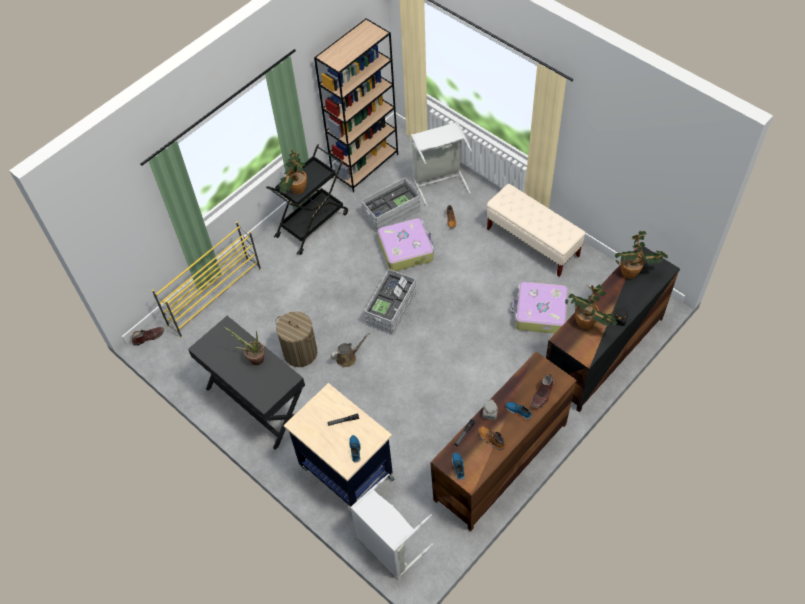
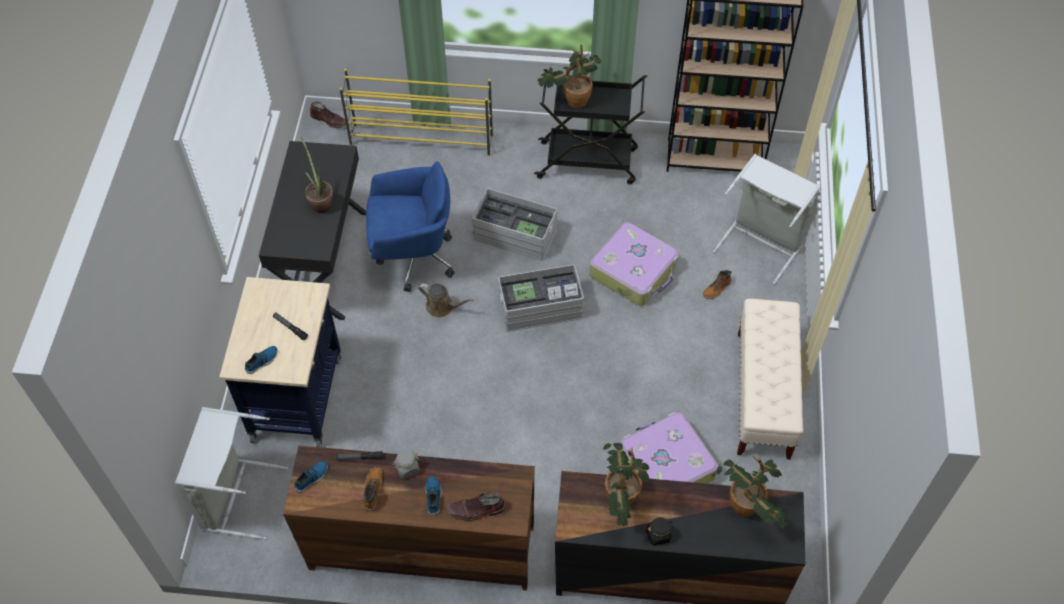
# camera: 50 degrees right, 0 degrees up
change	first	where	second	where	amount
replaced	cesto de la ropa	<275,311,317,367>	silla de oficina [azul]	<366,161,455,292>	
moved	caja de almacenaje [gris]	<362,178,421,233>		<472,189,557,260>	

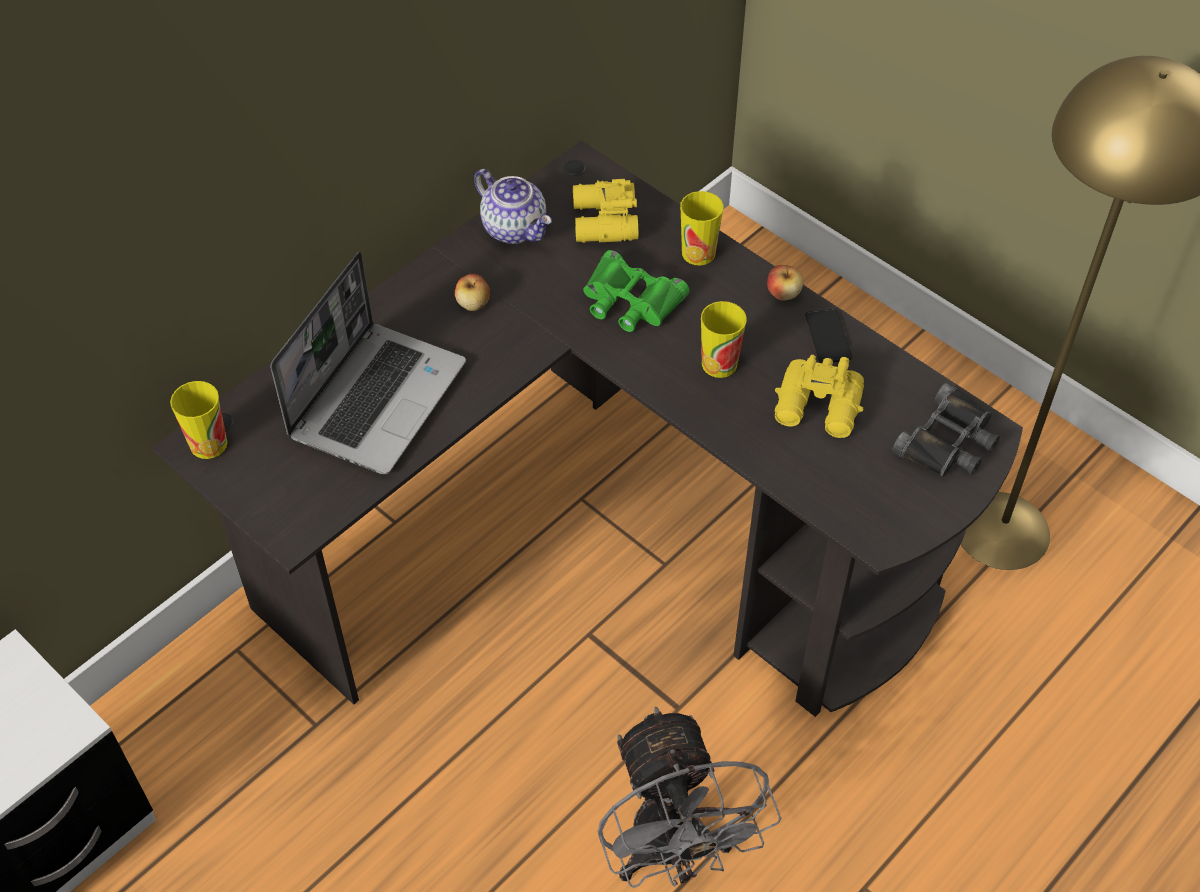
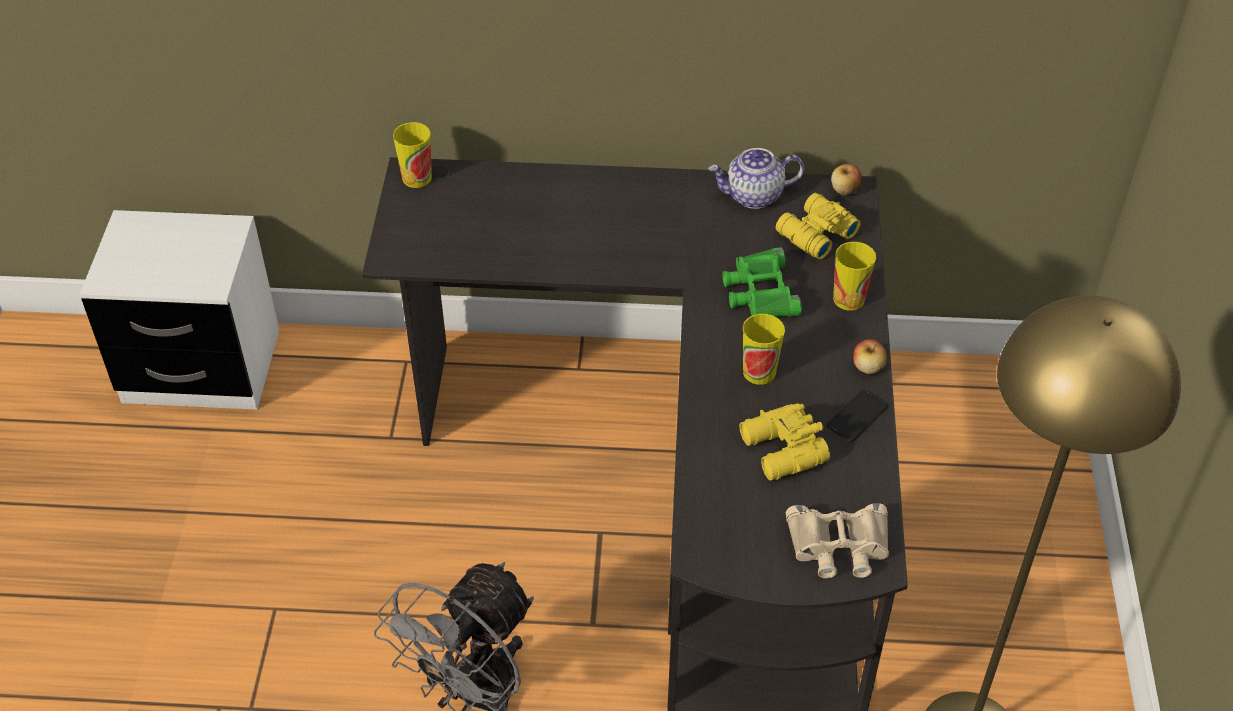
# camera: 50 degrees right, 5 degrees down
change	first	where	second	where	amount
removed	portátil	<271,252,466,474>			
moved	manzana	<455,274,490,311>		<831,164,862,195>	
turned	tetera	<474,169,551,244>		<708,148,804,209>	75 degrees clockwise
recoloured	prismáticos [negro]	<892,382,1000,477>	prismáticos [beis]	<786,503,889,578>	

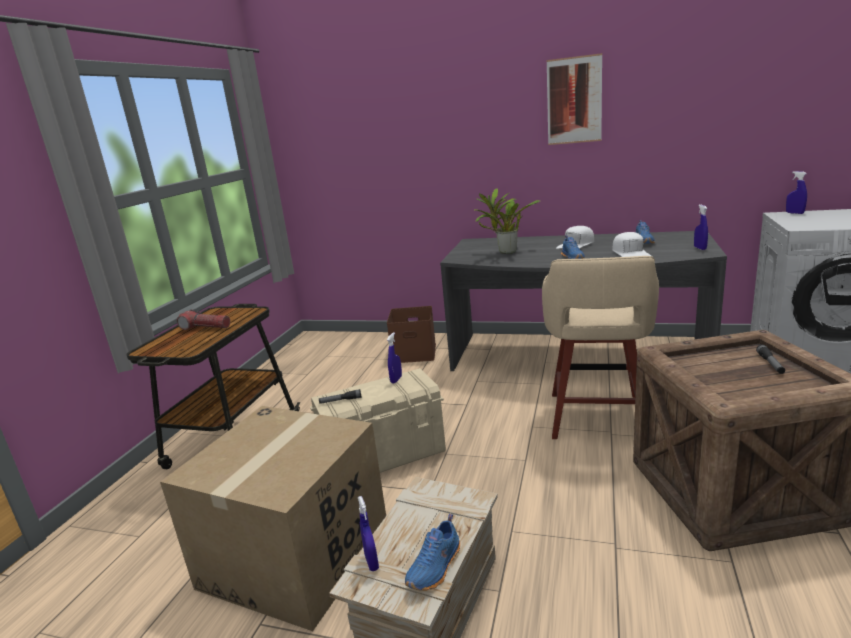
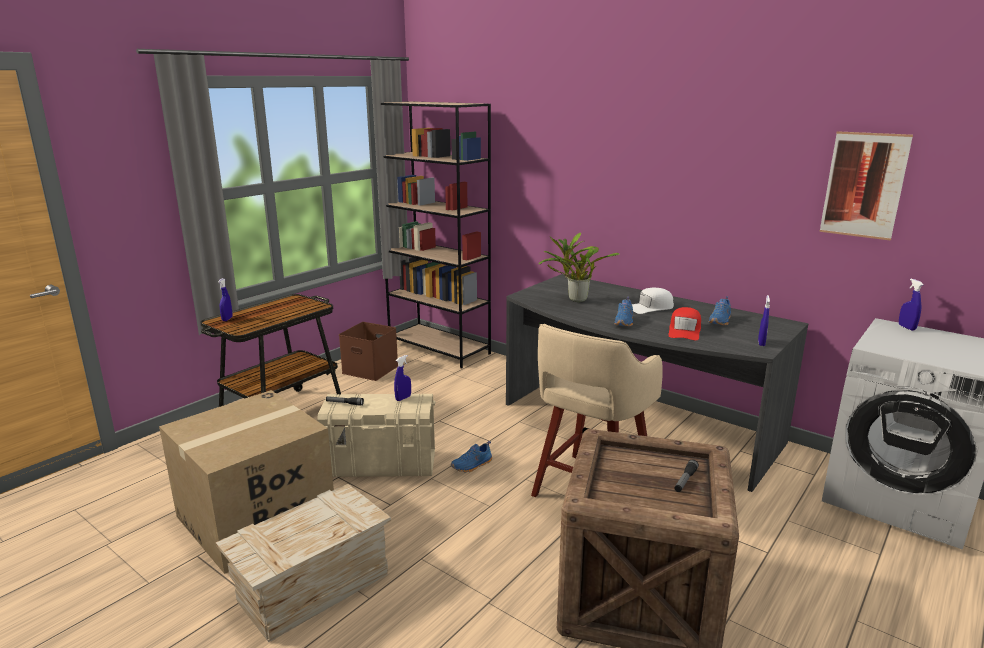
# camera: 20 degrees right, 0 degrees up
change	first	where	second	where	amount
removed	linterna	<177,309,230,330>			
moved	pulverizador [azul]	<358,496,379,571>		<218,278,233,321>	
moved	caja de almacenaje [marrón]	<387,306,436,363>		<339,322,398,381>	
moved	zapato [azul]	<405,514,460,591>		<451,441,492,472>	
moved	cuadro	<546,53,602,145>		<819,131,913,241>	
recoloured	gorra [blanco]	<612,232,651,257>	gorra [rojo]	<668,307,701,340>	
added			estantería [beis]	<381,101,491,369>	

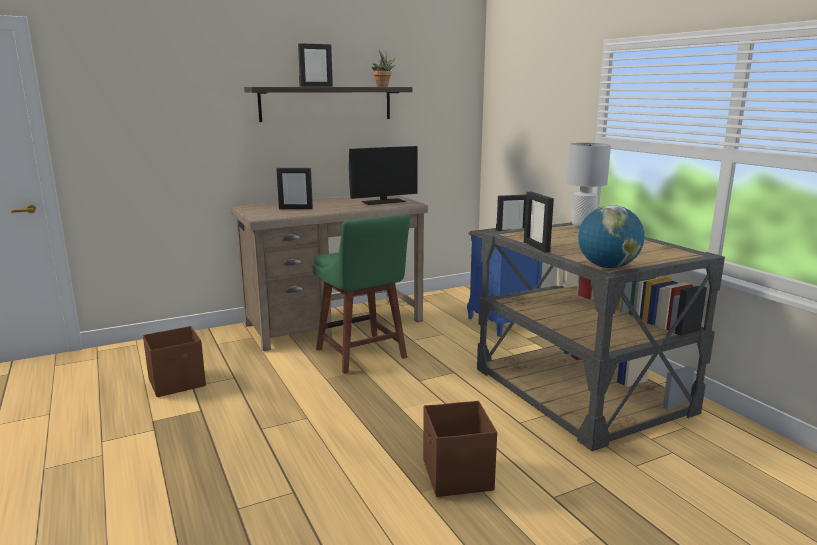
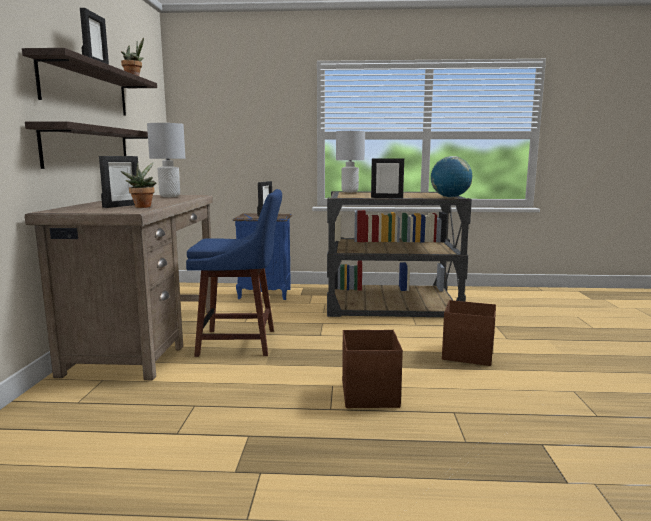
# camera: 60 degrees left, 5 degrees down
change	first	where	second	where	amount
moved	caja de almacenaje [marrón]	<143,326,206,397>		<342,330,403,408>	
recoloured	taburete [verde]	<313,214,410,374>	taburete [azul]	<186,189,282,357>	
replaced	monitor	<349,146,418,205>	lámpara de mesa [gris]	<147,123,185,197>	
added			estante	<25,121,148,169>	
added			planta en maceta	<121,162,156,208>	

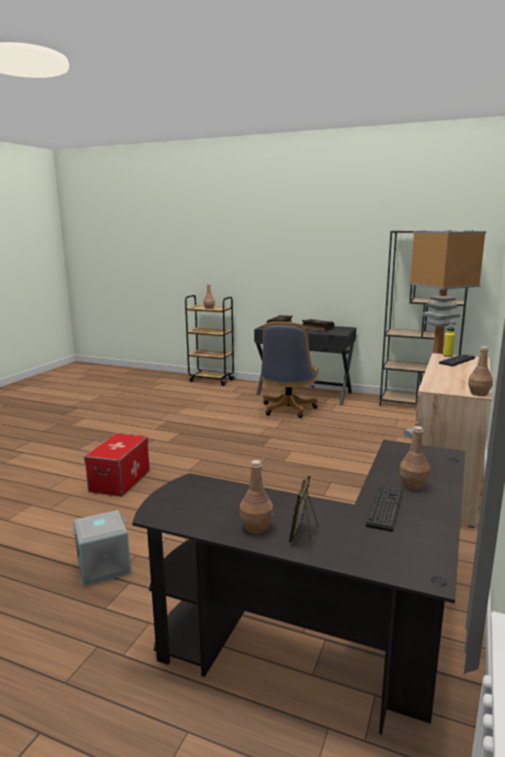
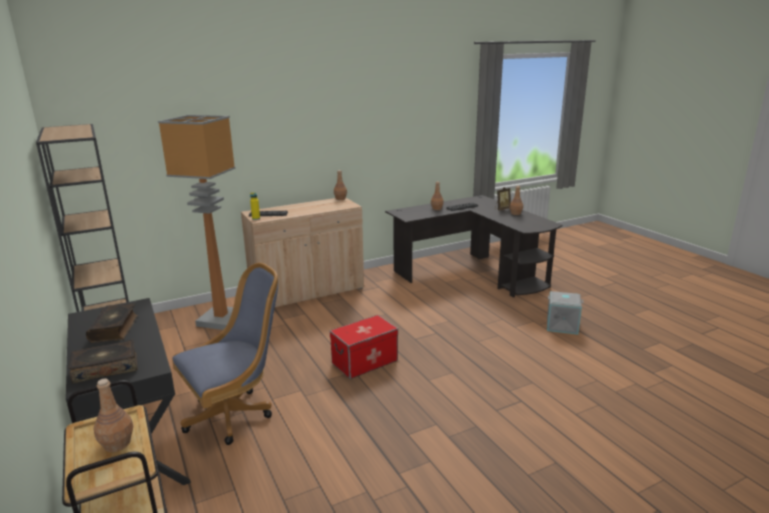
# camera: 140 degrees left, 5 degrees up
change	first	where	second	where	amount
moved	caja de almacenaje	<84,433,150,497>		<330,315,398,379>	

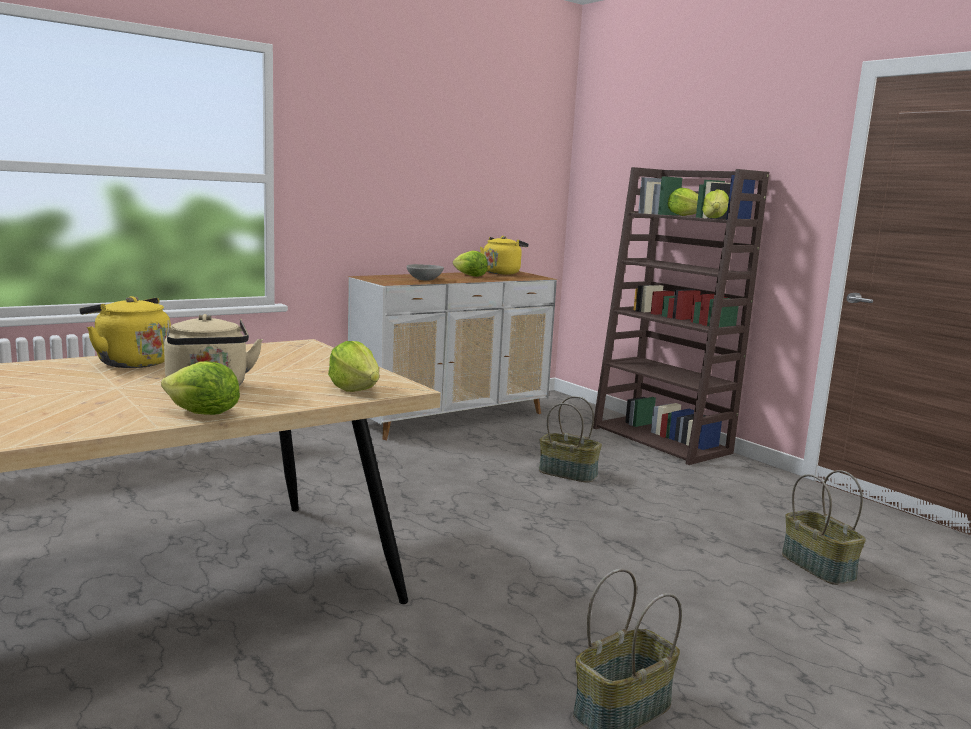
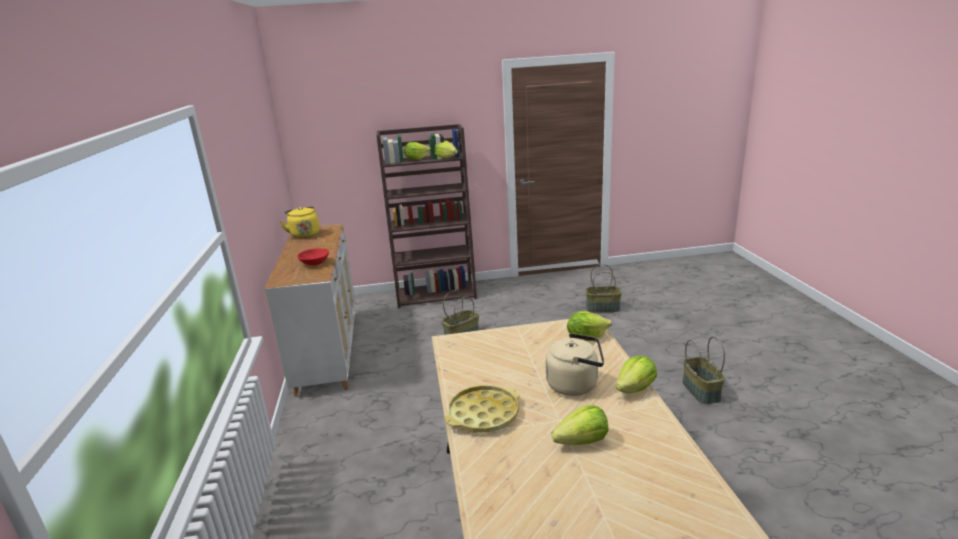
# camera: 60 degrees left, 10 degrees up
change	first	where	second	where	amount
replaced	hervidor [amarillo]	<79,296,171,368>	bandeja [amarillo]	<445,385,519,433>	
recoloured	cuenco [gris]	<406,264,444,280>	cuenco [rojo]	<297,248,329,265>	
moved	lechuga	<453,250,487,277>		<552,405,609,445>	

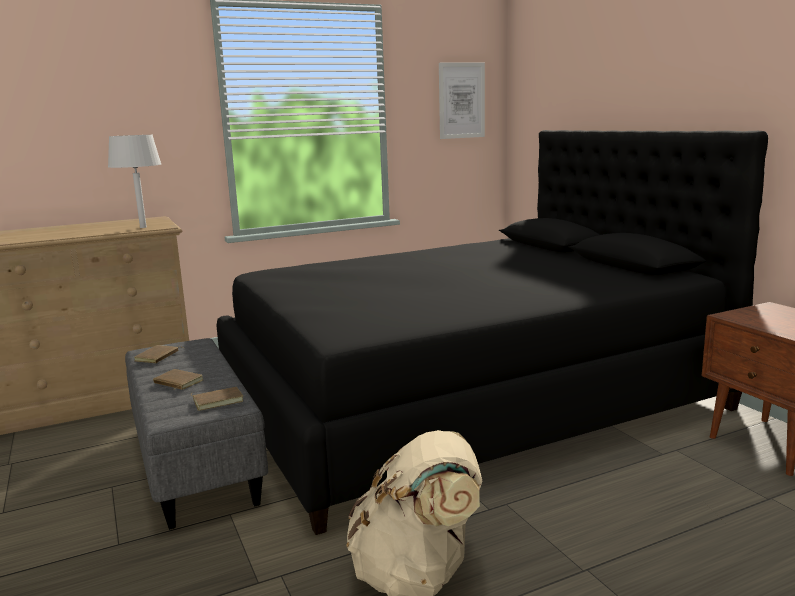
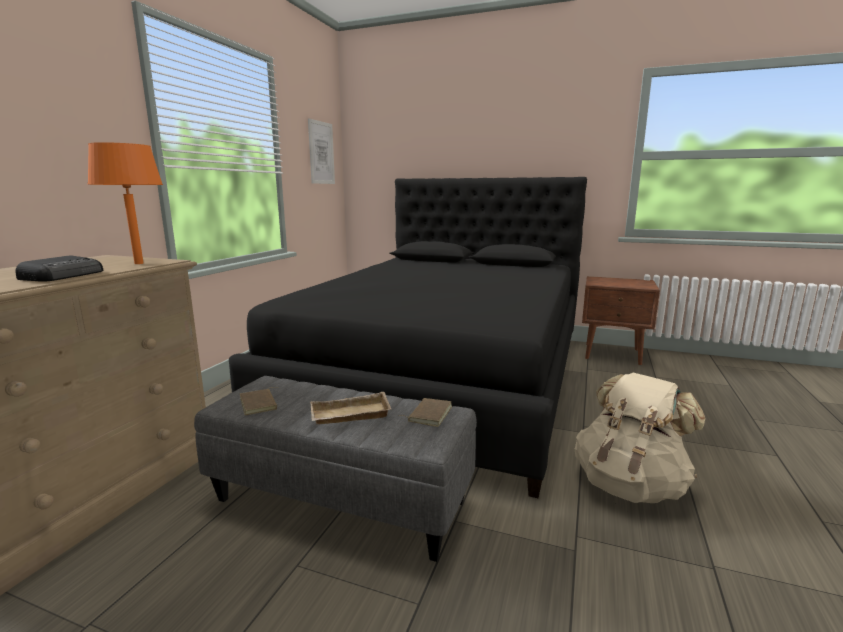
# camera: 45 degrees left, 0 degrees up
change	first	where	second	where	amount
recoloured	lámpara de mesa [gris]	<108,135,161,228>	lámpara de mesa [naranja]	<88,142,163,264>	
replaced	libro [marrón]	<153,369,203,390>	bandeja [beis]	<311,392,391,424>	
added			radio	<15,256,103,282>	

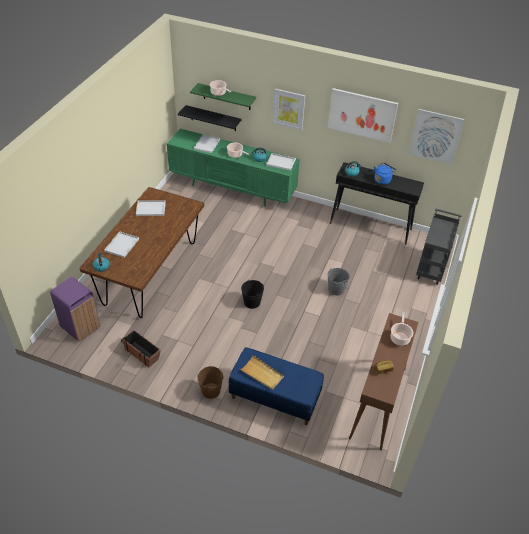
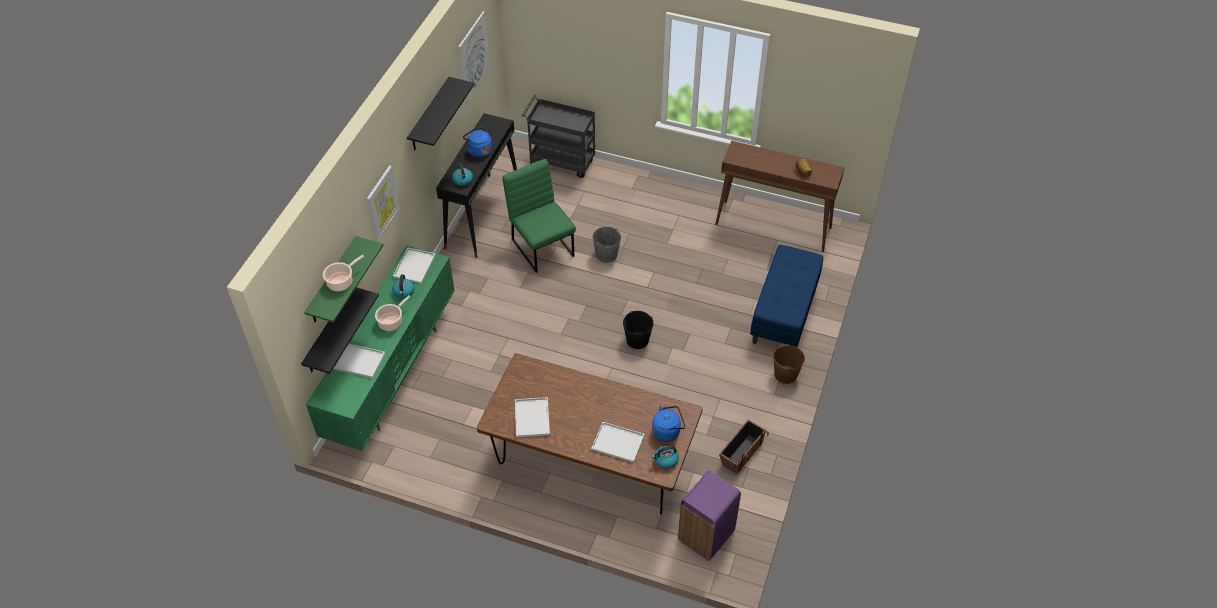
# camera: 90 degrees left, 5 degrees up
change	first	where	second	where	amount
removed	bandeja [beis]	<240,355,284,390>			
replaced	cuadro	<328,88,398,143>	estante [negro]	<407,77,474,150>	
removed	olla	<390,312,413,346>			
added			silla [verde]	<502,159,576,273>	
added			hervidor [azul]	<652,406,685,442>	

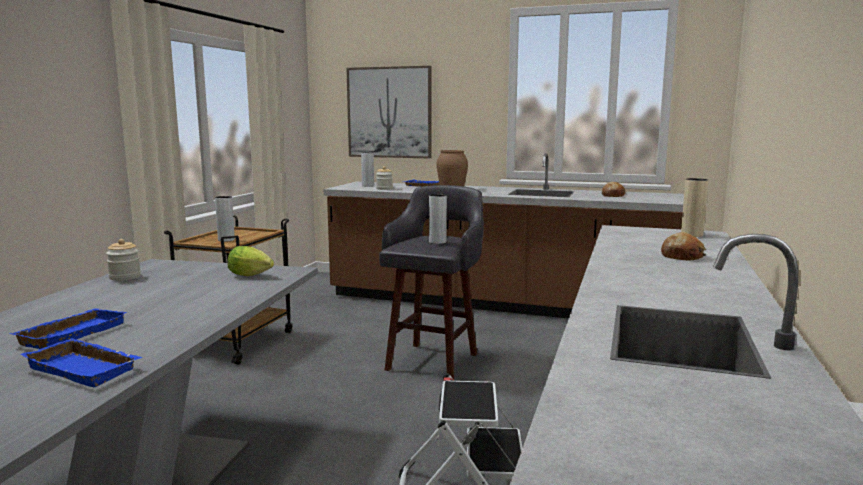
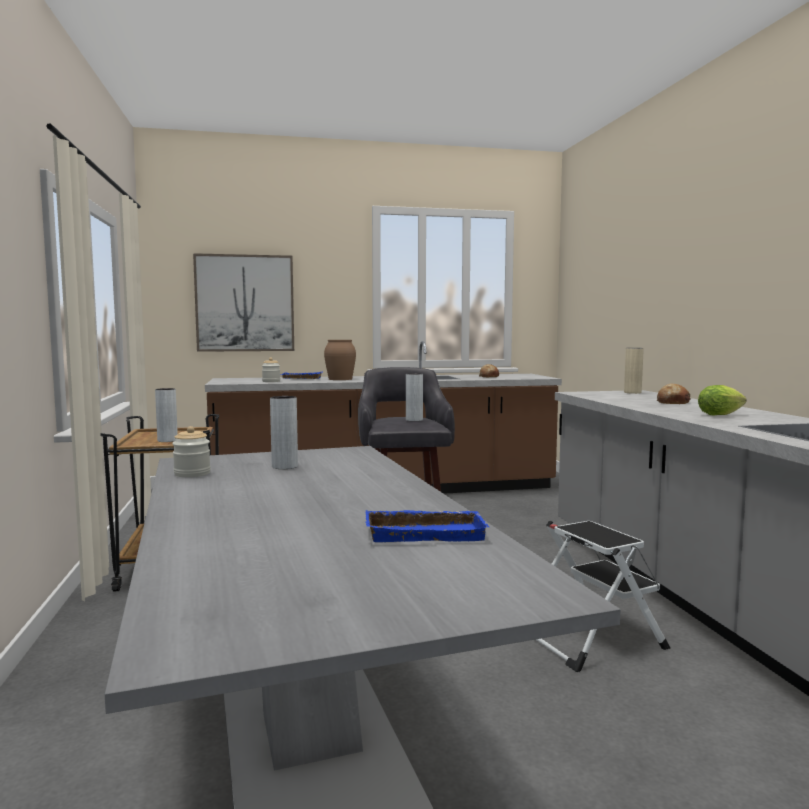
# camera: 30 degrees left, 5 degrees down
change	first	where	second	where	amount
removed	bandeja [azul]	<9,308,127,349>			
moved	lechuga	<228,246,274,276>		<698,385,747,415>	
moved	florero [gris]	<361,152,374,187>		<270,396,298,469>	

